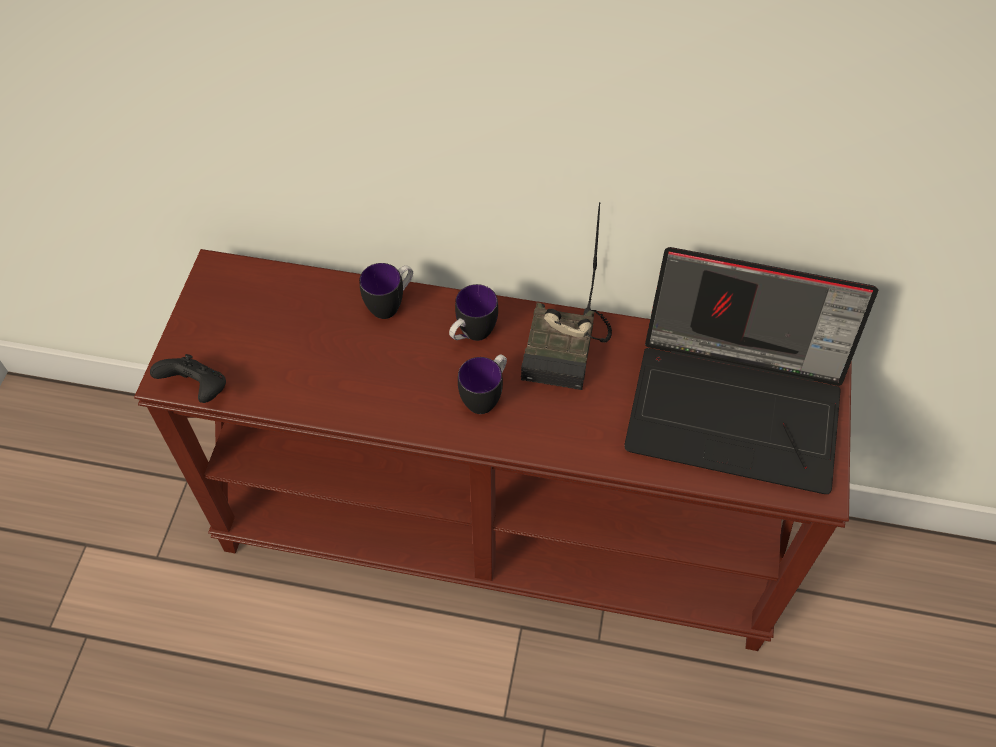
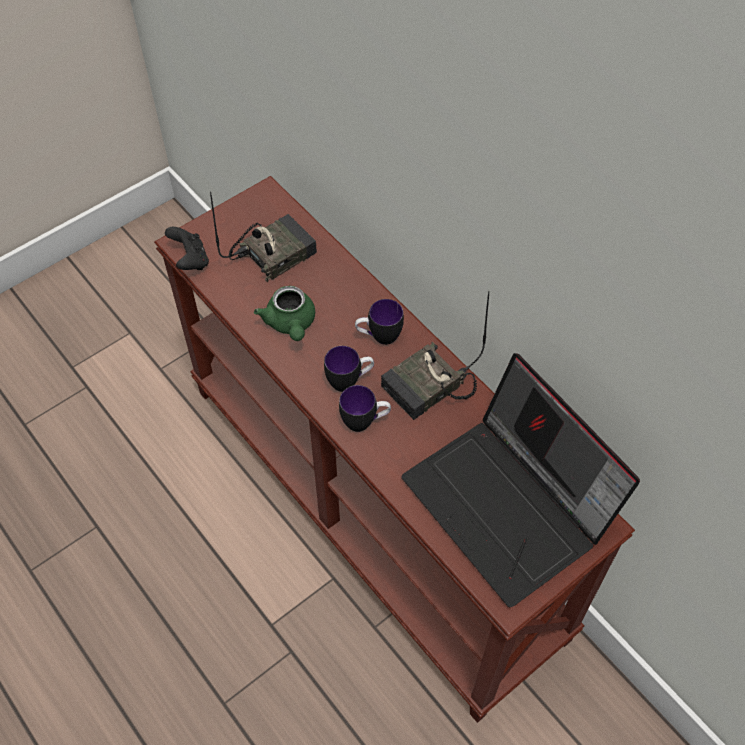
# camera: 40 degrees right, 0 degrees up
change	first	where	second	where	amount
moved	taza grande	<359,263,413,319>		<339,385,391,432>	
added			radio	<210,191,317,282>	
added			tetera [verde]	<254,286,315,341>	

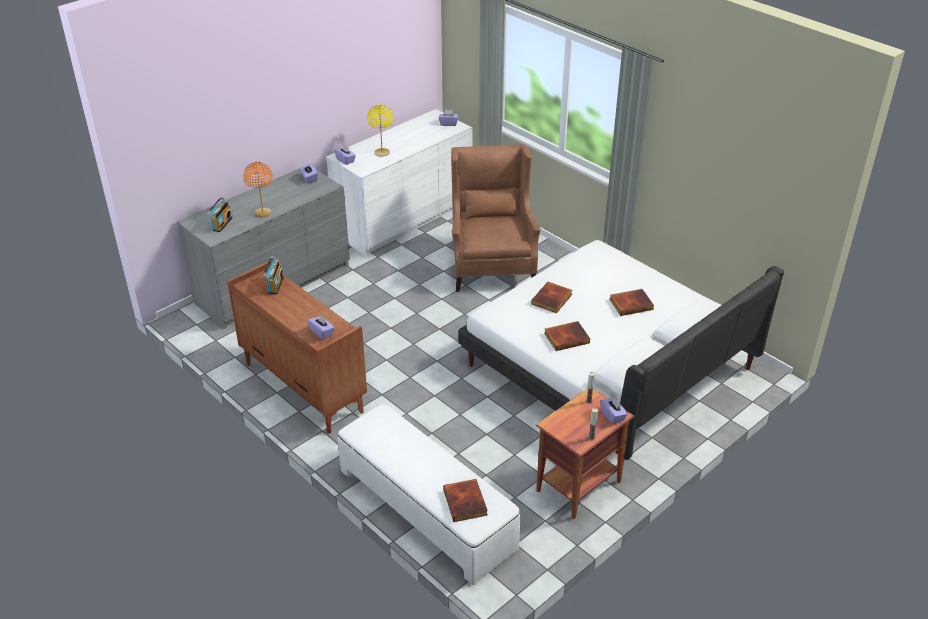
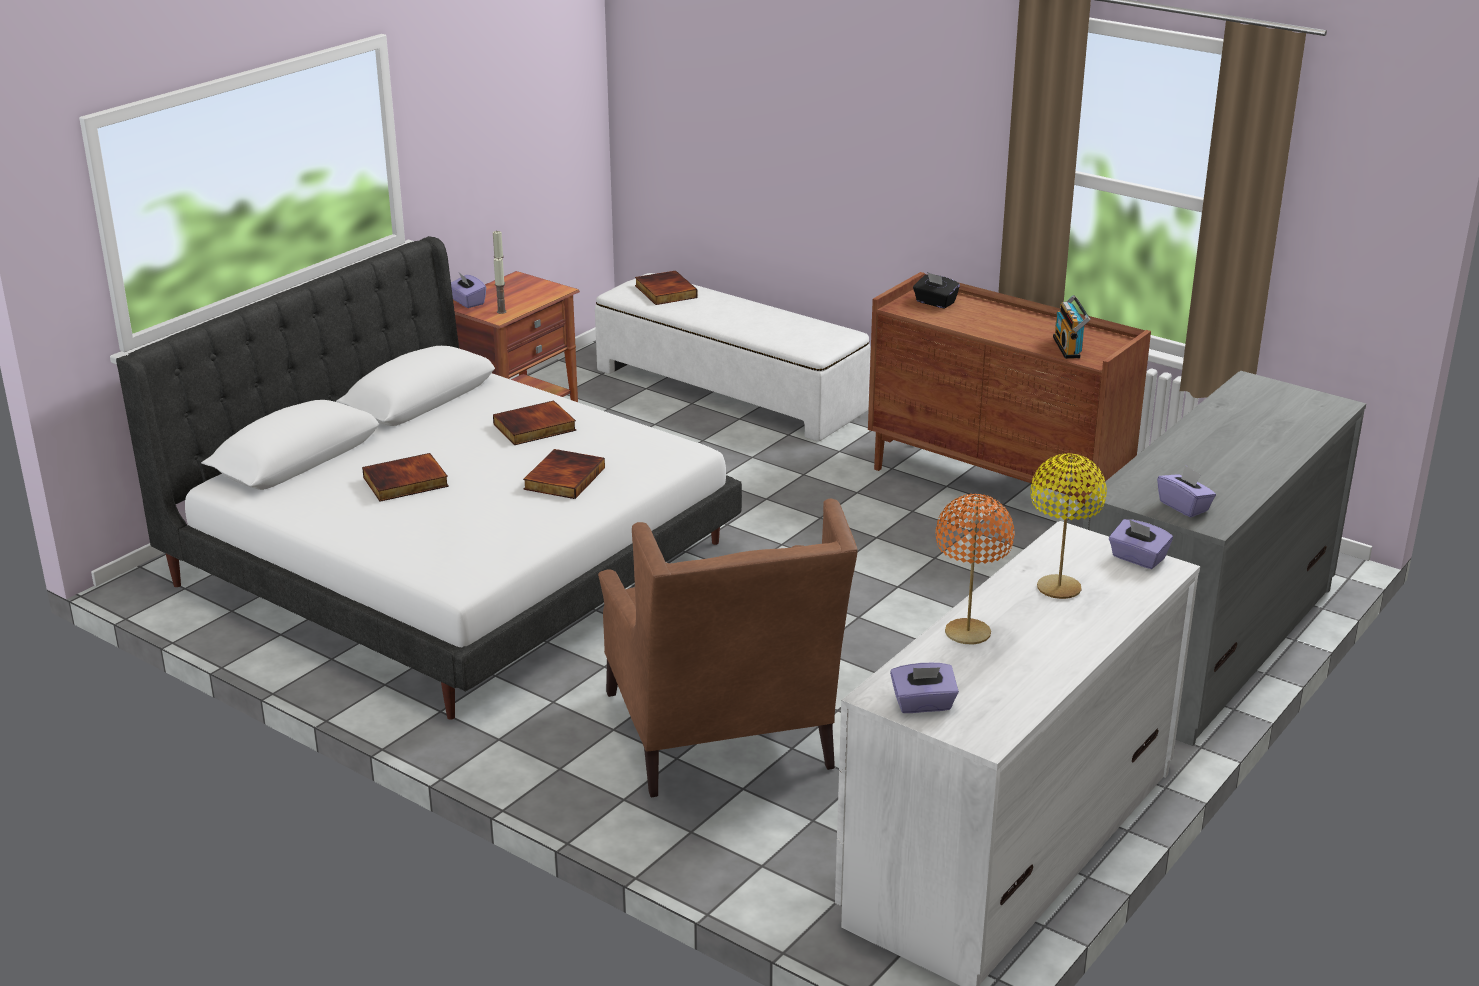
# camera: 170 degrees right, 10 degrees down
change	first	where	second	where	amount
removed	radio	<207,197,233,232>			
moved	lámpara de mesa [naranja]	<243,162,272,217>		<936,494,1014,644>	
recoloured	caja de pañuelos [morado]	<308,315,335,340>	caja de pañuelos [negro]	<913,272,960,309>	

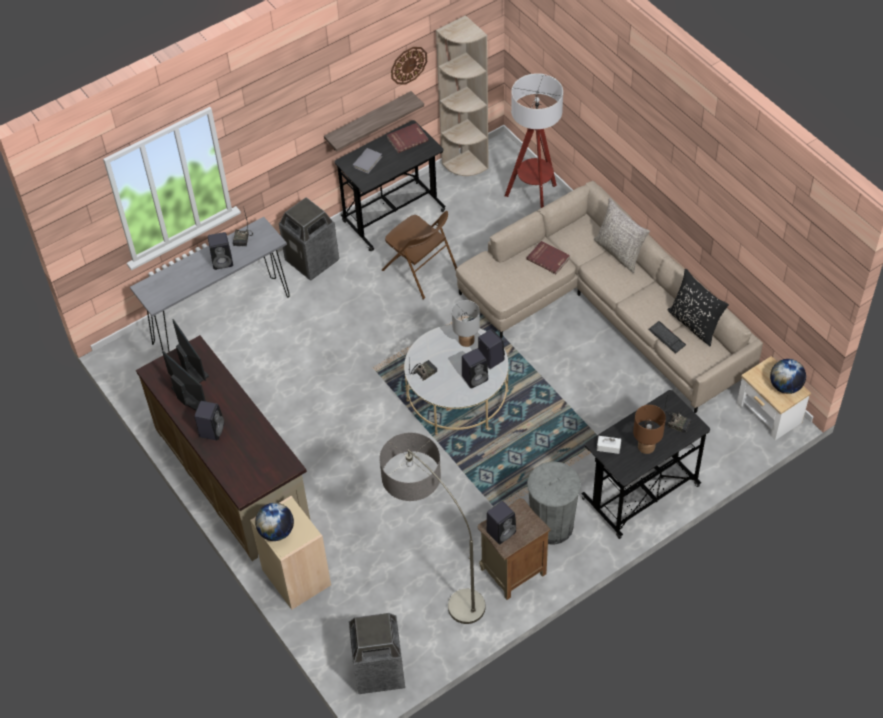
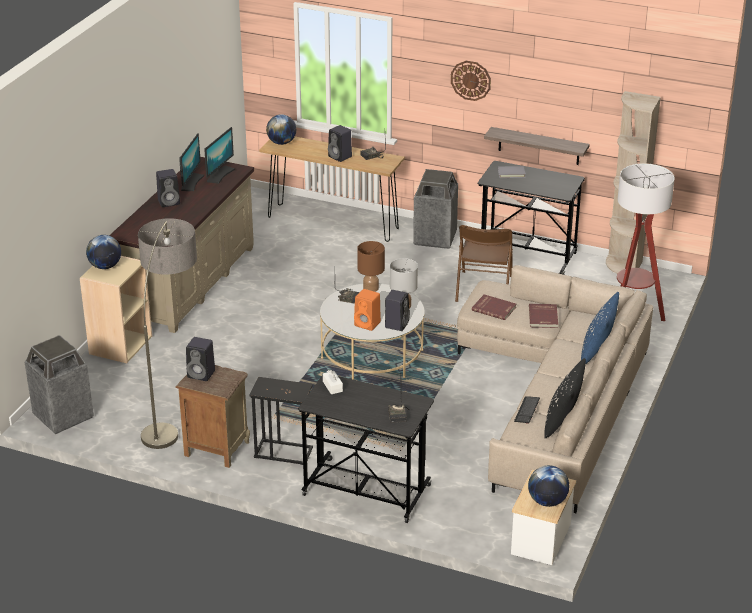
# camera: 55 degrees right, 20 degrees down
change	first	where	second	where	amount
recoloured	mesa consola [gris]	<130,217,290,352>	mesa consola [marrón]	<259,137,405,242>	
moved	libro [rojo]	<387,123,428,153>		<472,294,516,320>	
moved	reloj de pared	<391,47,427,84>		<451,61,491,101>	
recoloured	altavoz [negro]	<462,348,488,388>	altavoz [naranja]	<354,289,381,331>	
replaced	papelera [gris]	<527,461,581,545>	mesa auxiliar [negro]	<250,377,313,465>	
recoloured	cojín [gris]	<594,198,650,273>	cojín [azul]	<581,292,619,365>	
moved	lámpara de mesa [marrón]	<633,405,666,454>		<357,241,385,292>	
added			globo terráqueo	<266,114,296,145>	

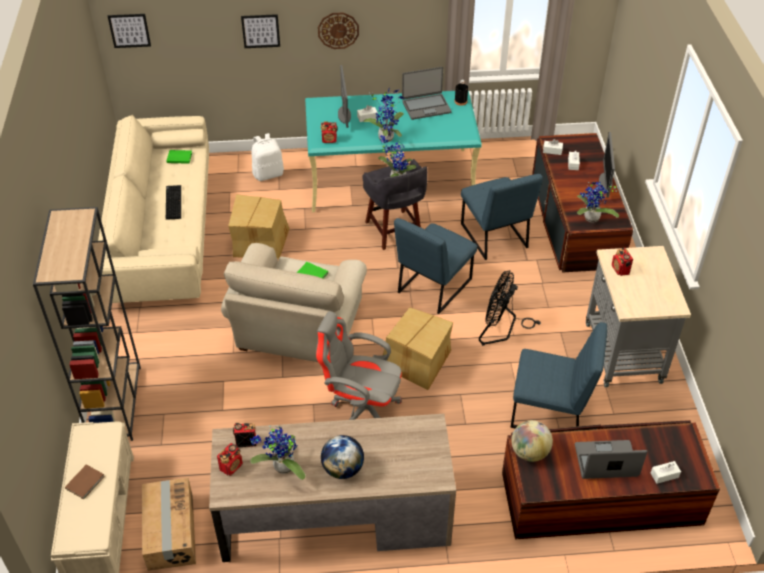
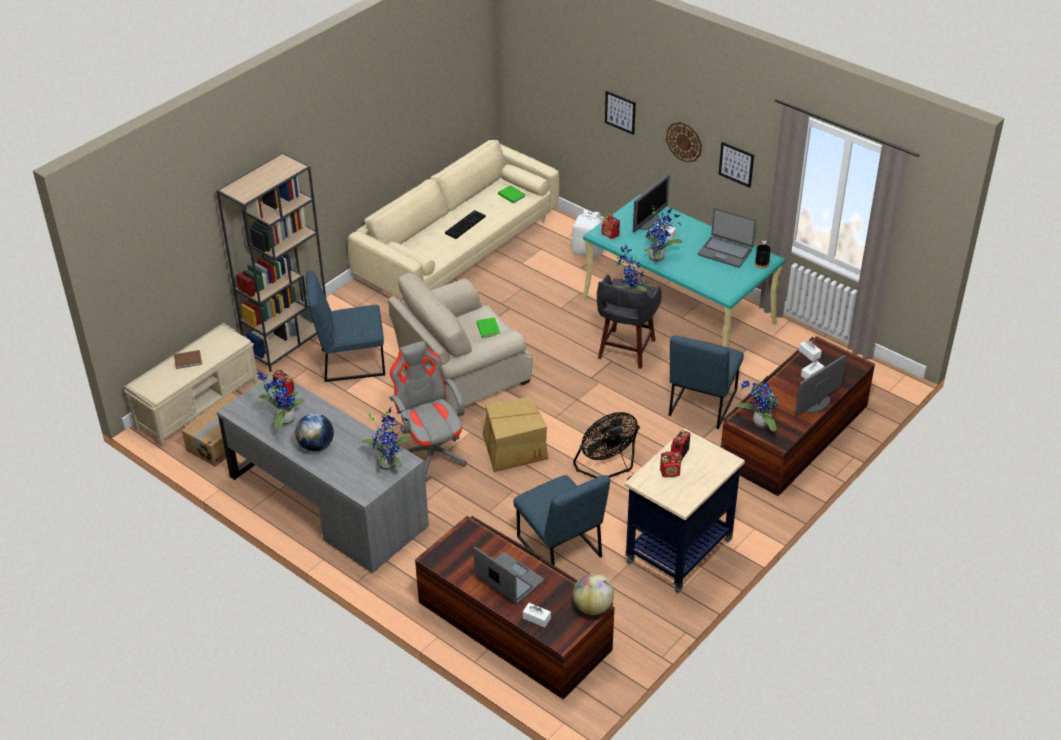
# camera: 45 degrees right, 5 degrees down
change	first	where	second	where	amount
moved	cuadro	<108,14,151,48>		<719,142,754,188>	
recoloured	escritorio [marrón]	<209,414,456,562>	escritorio [gris]	<217,371,429,573>	
moved	radio	<217,443,243,476>		<660,451,682,478>	
removed	caja de cartón	<228,194,290,259>			
moved	silla [azul]	<394,218,477,314>		<306,270,385,382>	
moved	globo terráqueo	<511,420,553,462>		<573,573,614,615>	
recoloured	carrito [gris]	<586,246,691,387>	carrito [azul]	<625,429,745,593>	
added			planta en maceta	<362,406,411,470>	

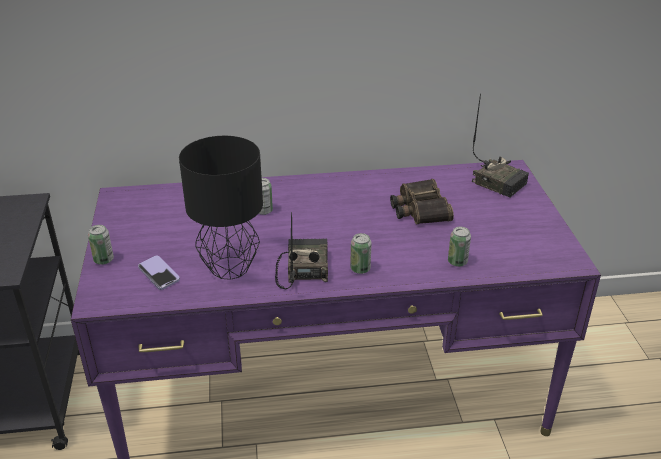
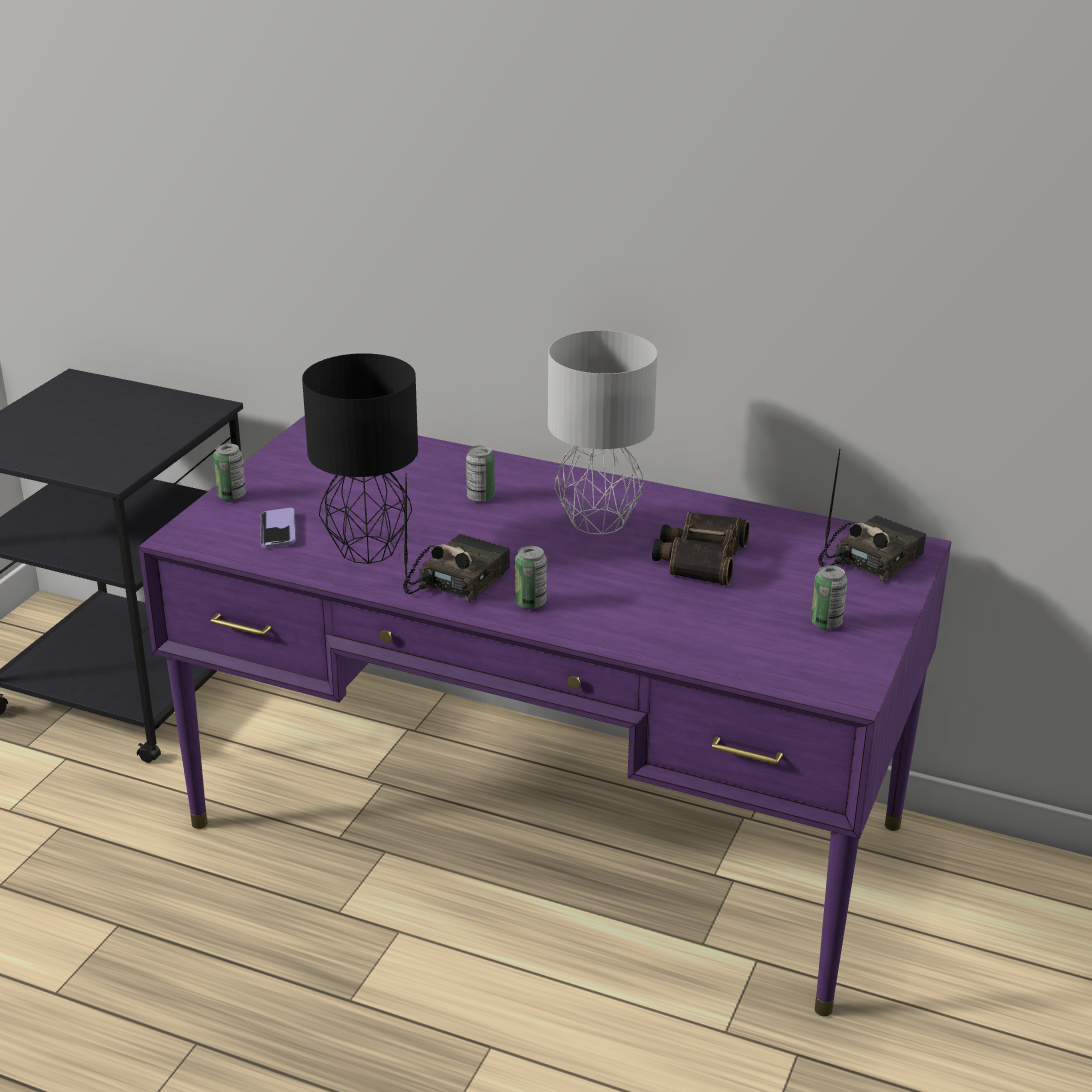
# camera: 30 degrees right, 5 degrees down
change	first	where	second	where	amount
moved	lata	<448,227,471,267>		<811,565,847,630>	
turned	radio	<472,94,529,197>		<818,449,926,582>	120 degrees counterclockwise
added			lámpara de mesa [gris]	<548,330,657,535>	

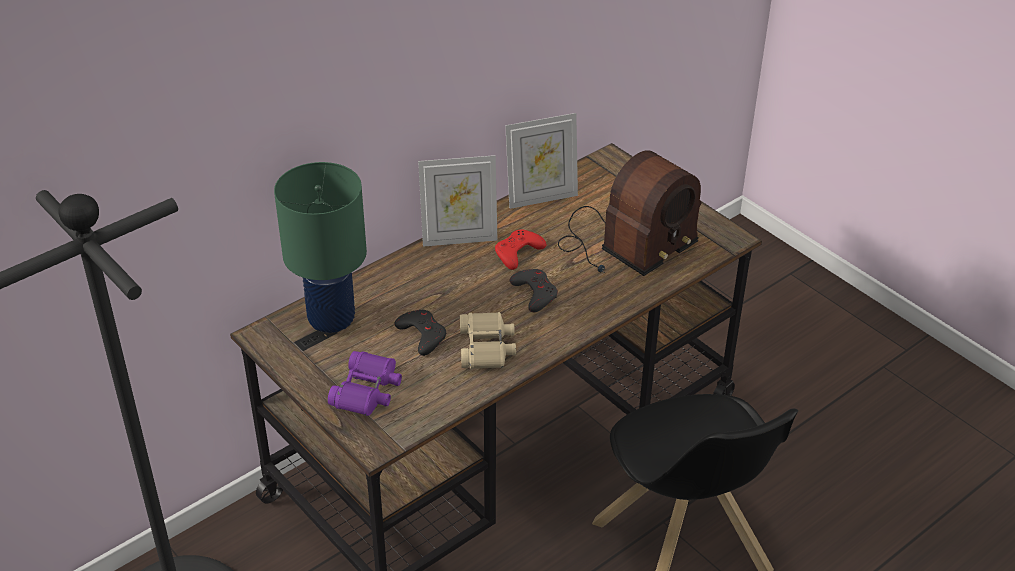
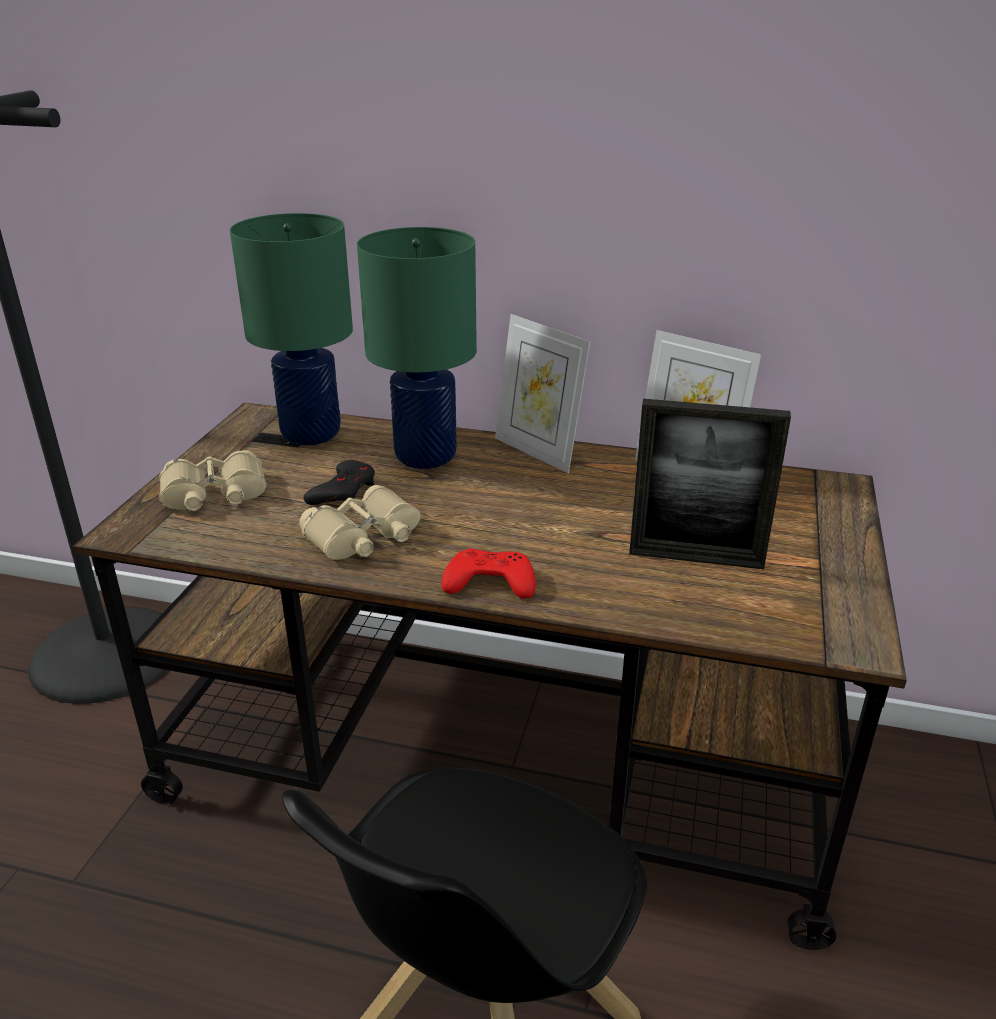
# camera: 55 degrees right, 10 degrees down
change	first	where	second	where	amount
recoloured	prismáticos [morado]	<328,351,402,416>	prismáticos [beis]	<159,450,267,511>	
moved	mando de consola [rojo]	<495,229,546,270>		<441,548,536,599>	
removed	mando de consola [gris]	<510,269,558,312>			
replaced	radio	<558,150,702,276>	portarretratos	<629,399,791,569>	
added			lámpara de mesa [verde]	<357,227,477,469>	

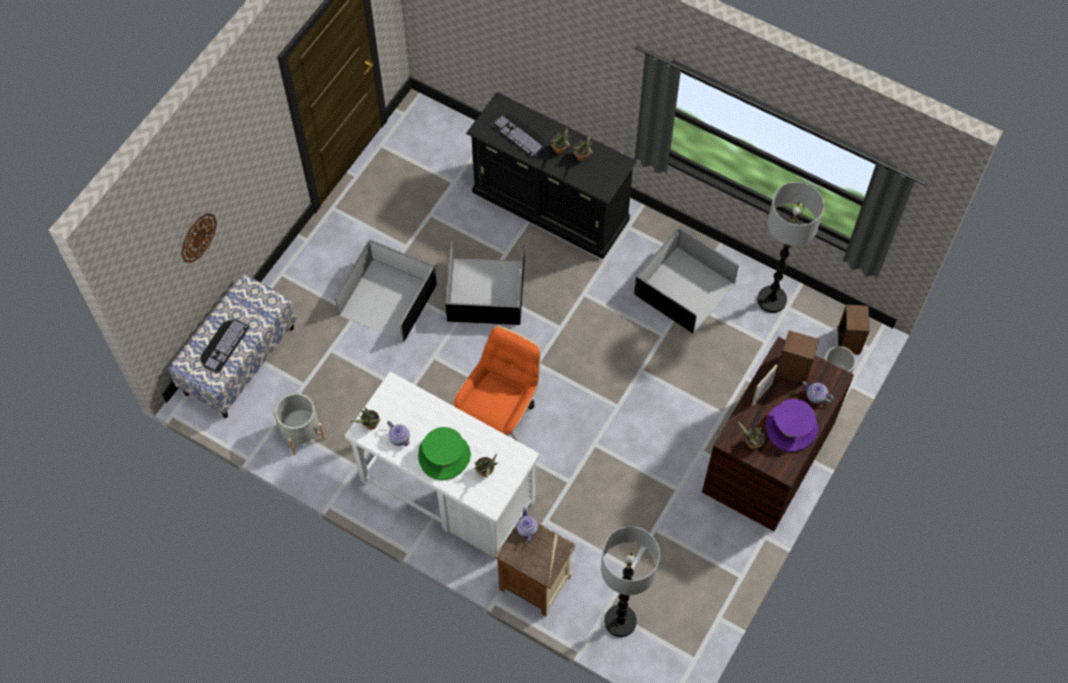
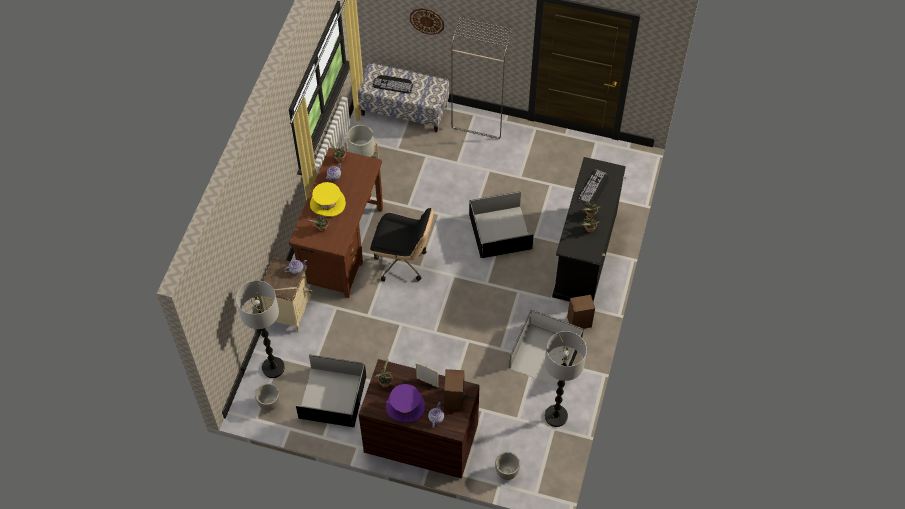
# camera: 75 degrees right, 5 degrees down
change	first	where	second	where	amount
moved	caja de almacenaje [negro]	<335,239,437,342>		<296,354,366,427>	
recoloured	escritorio [blanco]	<344,371,540,560>	escritorio [marrón]	<289,148,383,298>	
recoloured	sombrero [verde]	<418,427,471,480>	sombrero [amarillo]	<310,182,346,217>	
recoloured	silla de oficina [naranja]	<454,326,541,441>	silla de oficina [negro]	<370,208,434,281>	
moved	altavoz	<838,305,870,354>		<567,295,595,329>	
added			maceta	<255,383,280,411>	
added			perchero [gris]	<451,16,513,139>	

